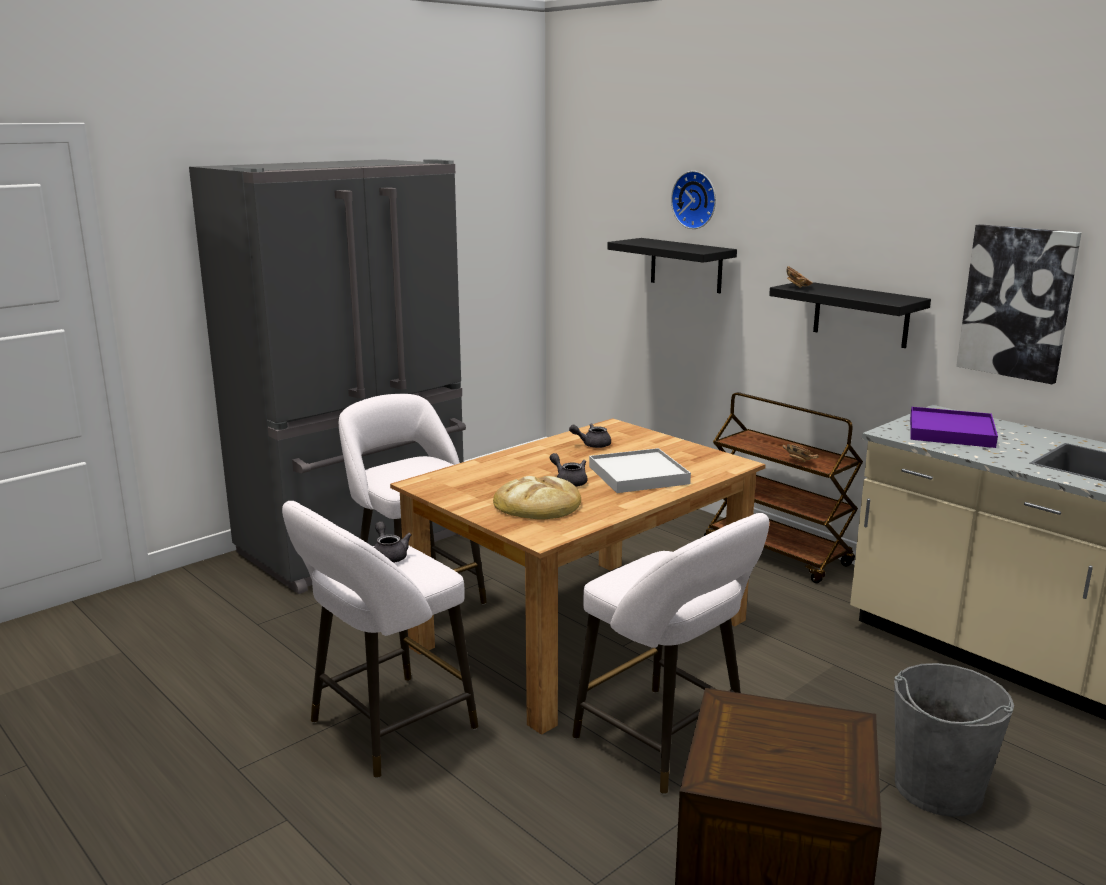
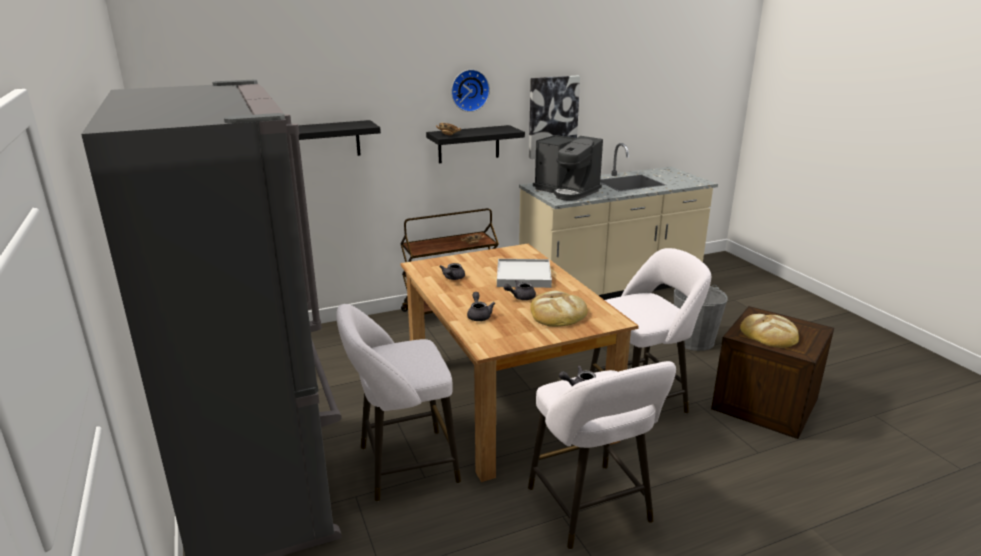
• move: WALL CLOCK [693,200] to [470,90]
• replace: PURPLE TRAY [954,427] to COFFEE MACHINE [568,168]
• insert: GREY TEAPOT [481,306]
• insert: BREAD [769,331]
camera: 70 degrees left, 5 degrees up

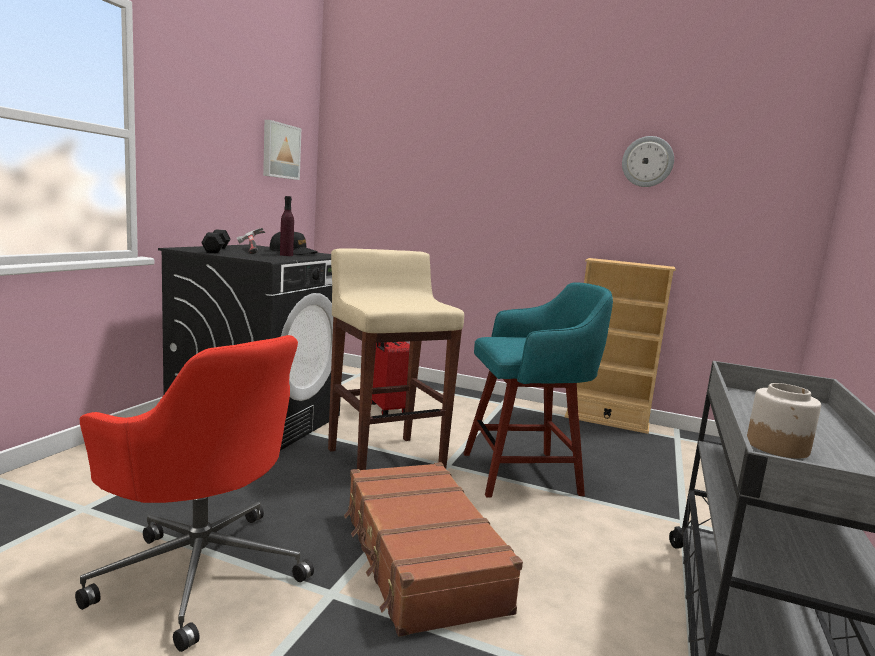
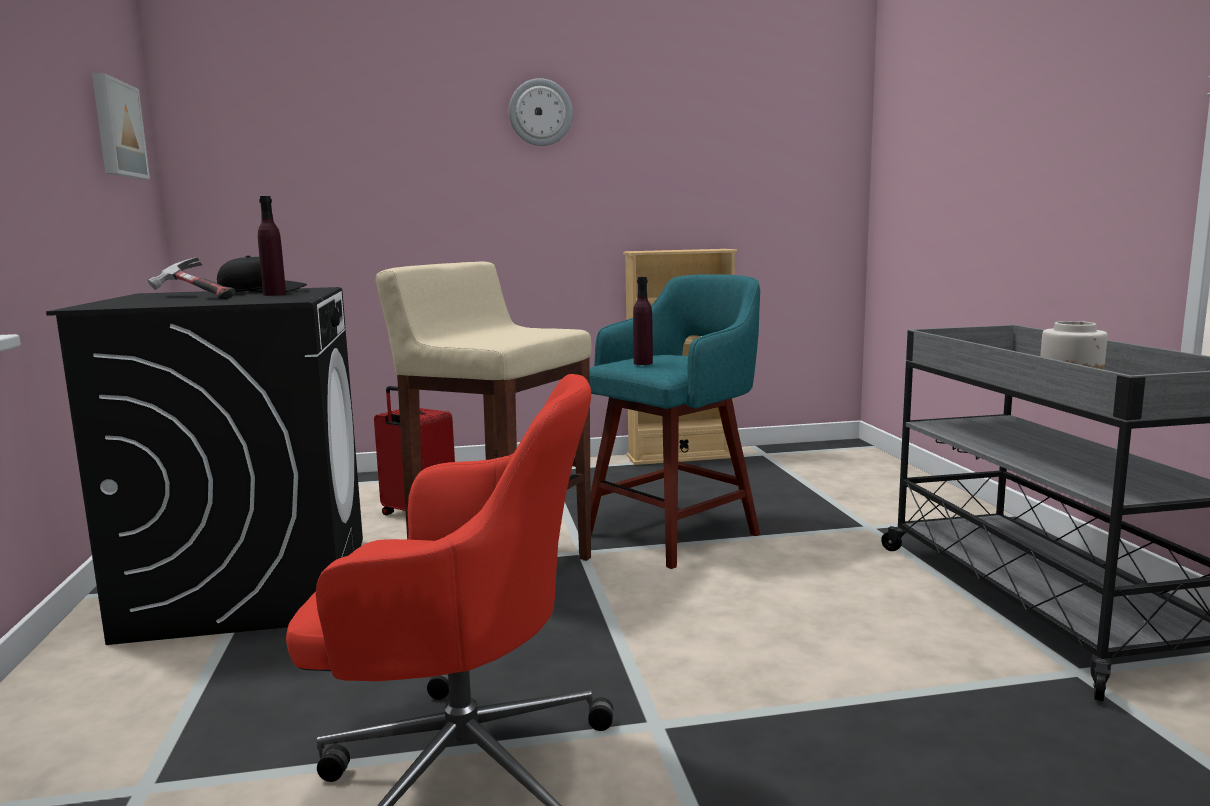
• move: WALL CLOCK [648,161] to [541,112]
• delete: BLACK DUMBBELL [216,241]
• delete: BROWN SUITCASE [433,549]
• insert: PURPLE BOTTLE [643,321]
camera: 30 degrees left, 0 degrees up

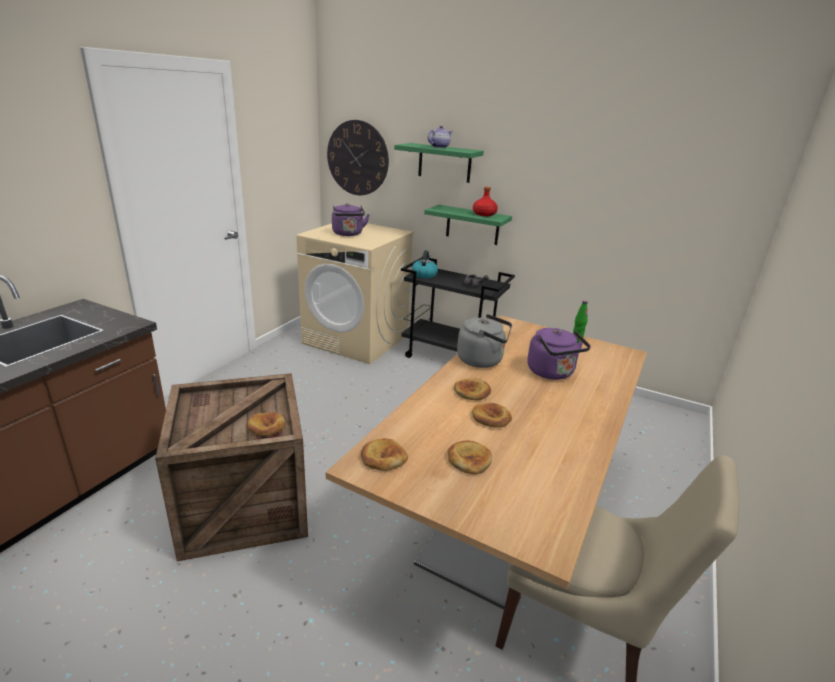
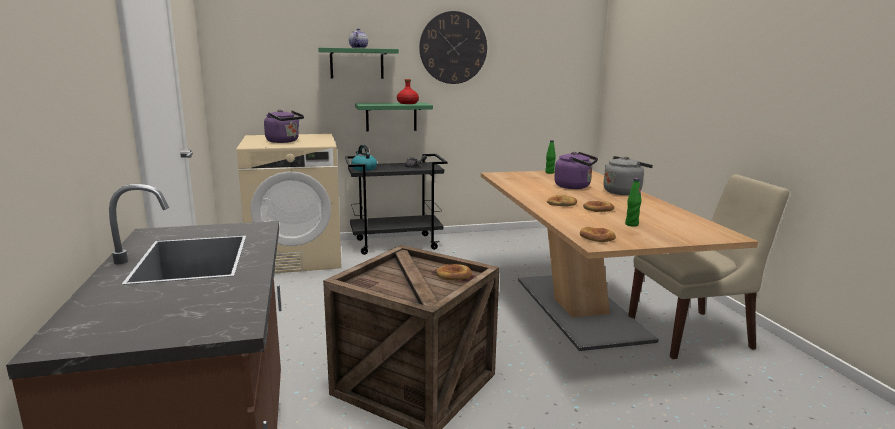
• move: WALL CLOCK [358,157] to [453,47]
• move: GREY KETTLE [484,341] to [628,175]
• replace: BREAD [470,457] to GREEN BOTTLE [633,202]
camera: 40 degrees left, 10 degrees down

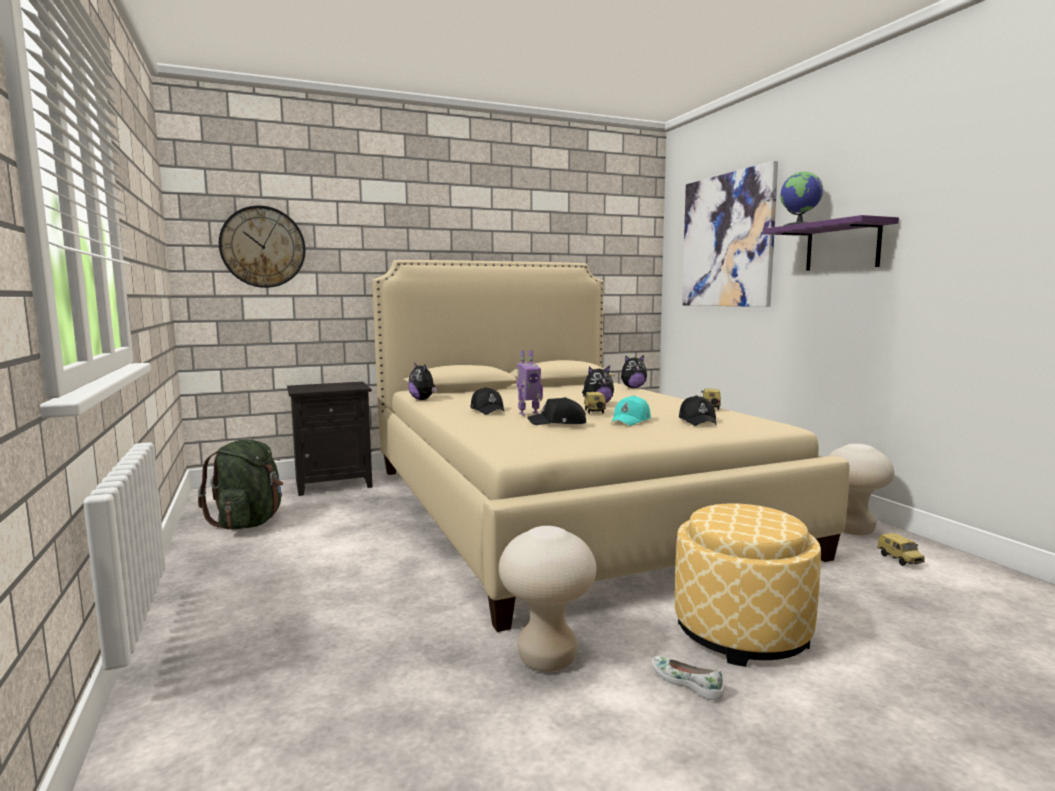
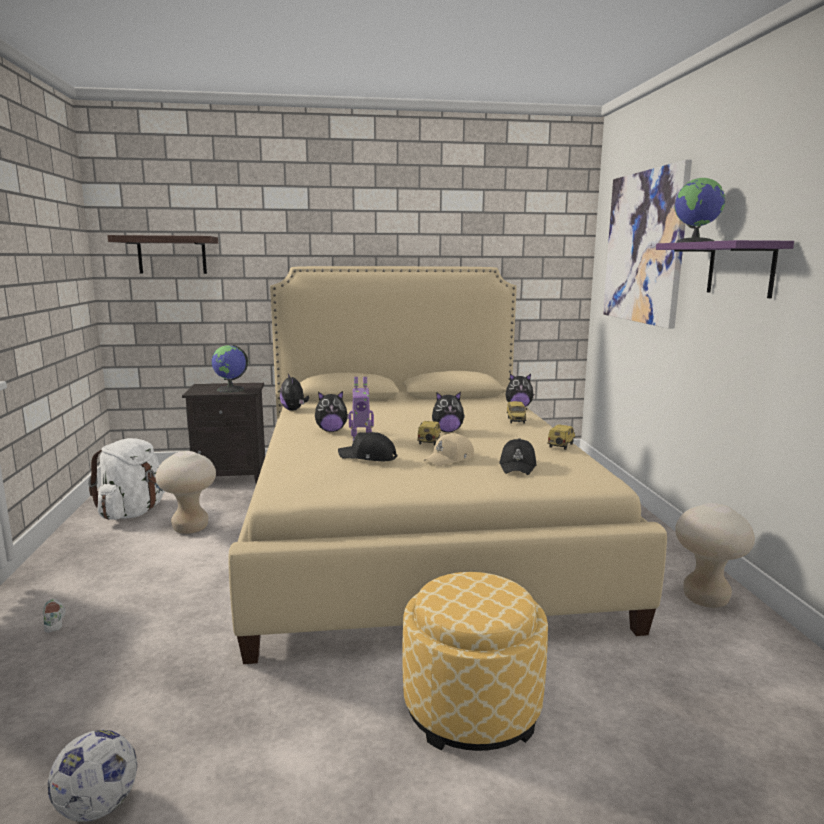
• replace: WALL CLOCK [262,247] to SHELF [162,254]
• replace: BLACK CAP [487,400] to PLUSH TOY [332,411]
• recolor: TURQUOISE CAP [631,411] to BEIGE CAP [449,449]
• recolor: GREEN BACKPACK [240,484] to WHITE BACKPACK [126,479]
• move: BEIGE STOOL [548,599] to [185,492]
• move: TOY CAR [901,549] to [517,412]
• move: WHITE SHOE [687,678] to [54,616]
• insert: GLOBE [229,369]
• insert: FOOTBALL [92,776]
camera: 15 degrees right, 5 degrees up

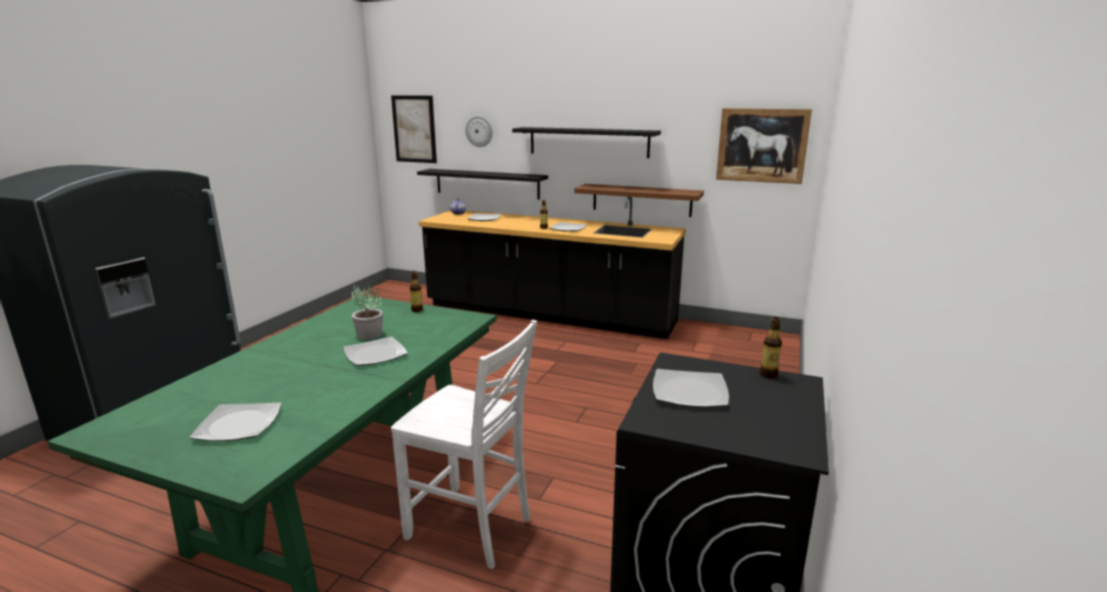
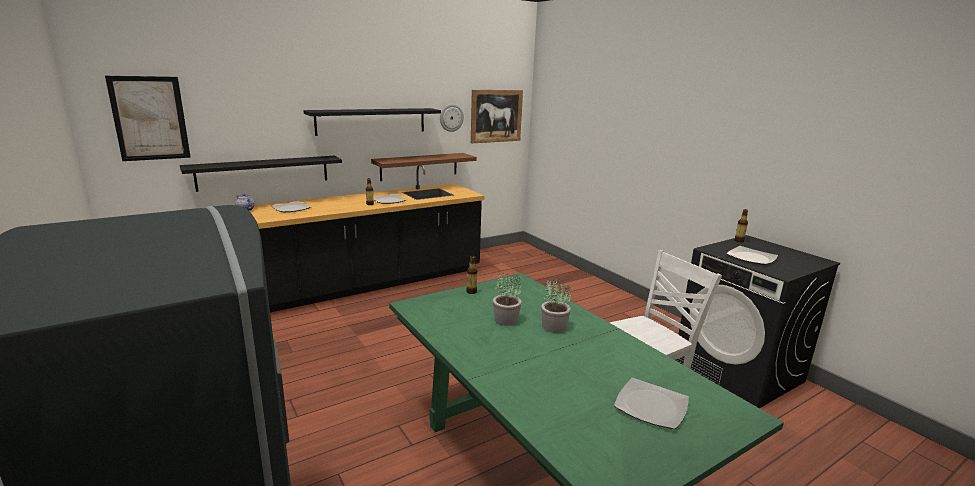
• move: WALL CLOCK [479,131] to [452,118]
• replace: PLATE [375,351] to POTTED PLANT [556,305]
camera: 55 degrees left, 0 degrees up

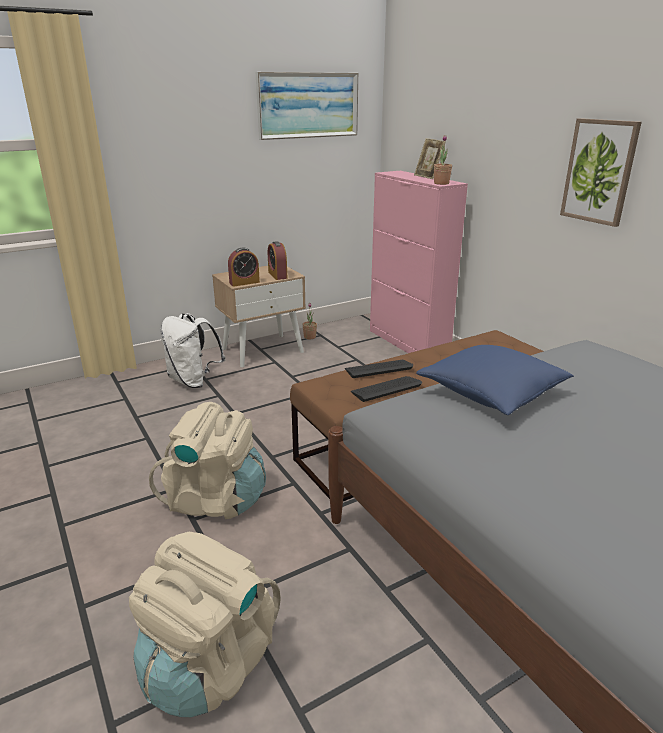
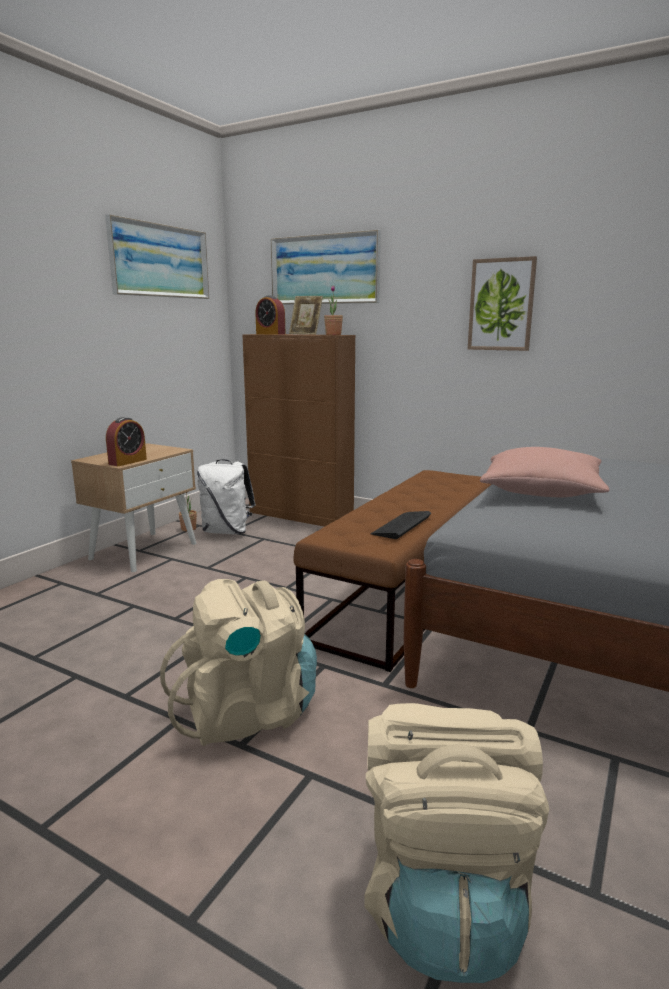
• recolor: PINK CABINET [419,262] to BROWN CABINET [298,430]
• move: ALARM CLOCK [277,260] to [270,315]
• move: WHITE BACKPACK [193,350] to [226,496]
• recolor: BLUE PILLOW [495,380] to PINK PILLOW [544,472]
• delete: KEYBOARD [379,369]
• insert: PICTURE [326,267]
camera: 30 degrees left, 10 degrees down

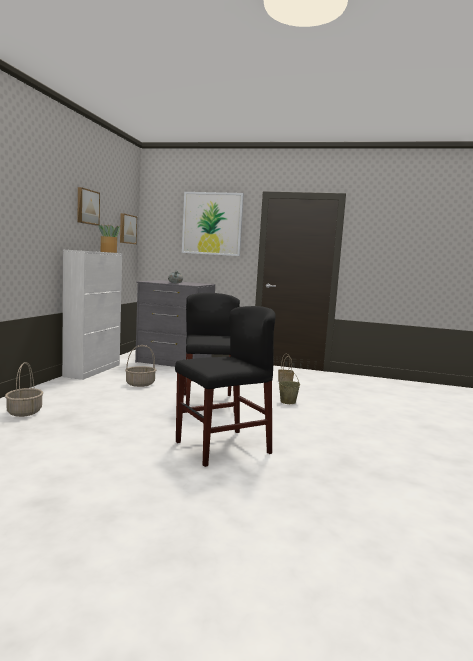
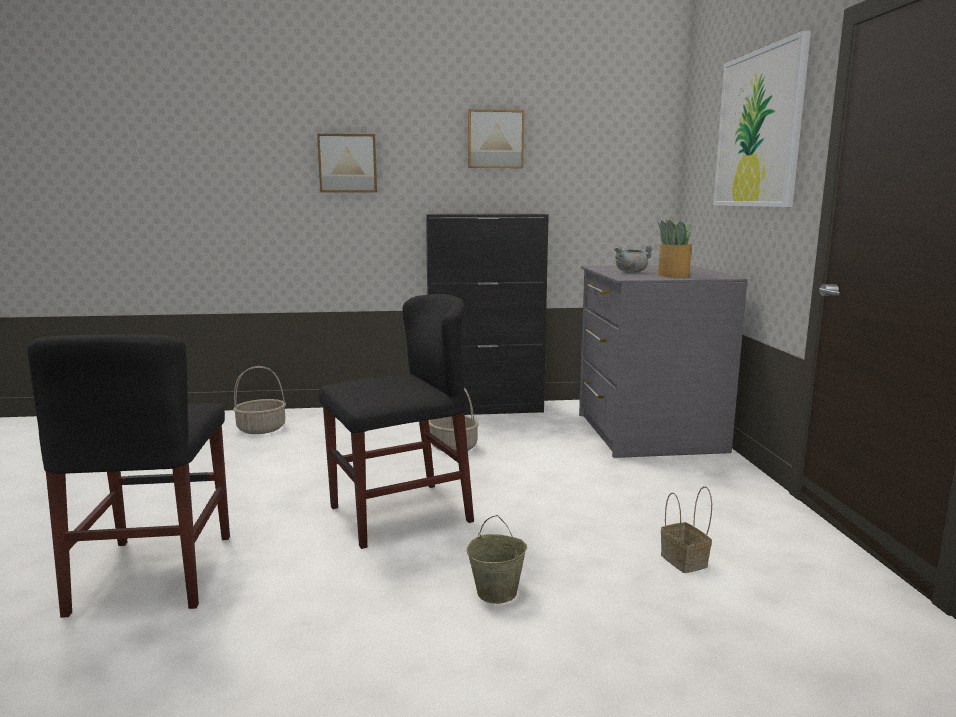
• move: PICTURE [128,228] to [347,163]
• move: POTTED PLANT [109,239] to [676,248]
• recolor: WHITE CABINET [92,315] to BLACK CABINET [487,314]
• rotate: BLACK CHAIR [225,386] = [128,476] 45 degrees clockwise
camera: 70 degrees right, 5 degrees up

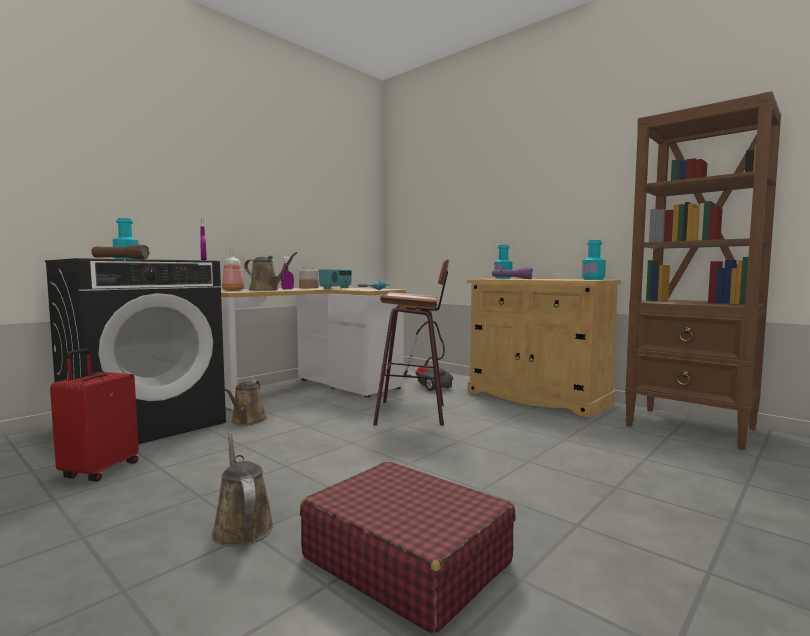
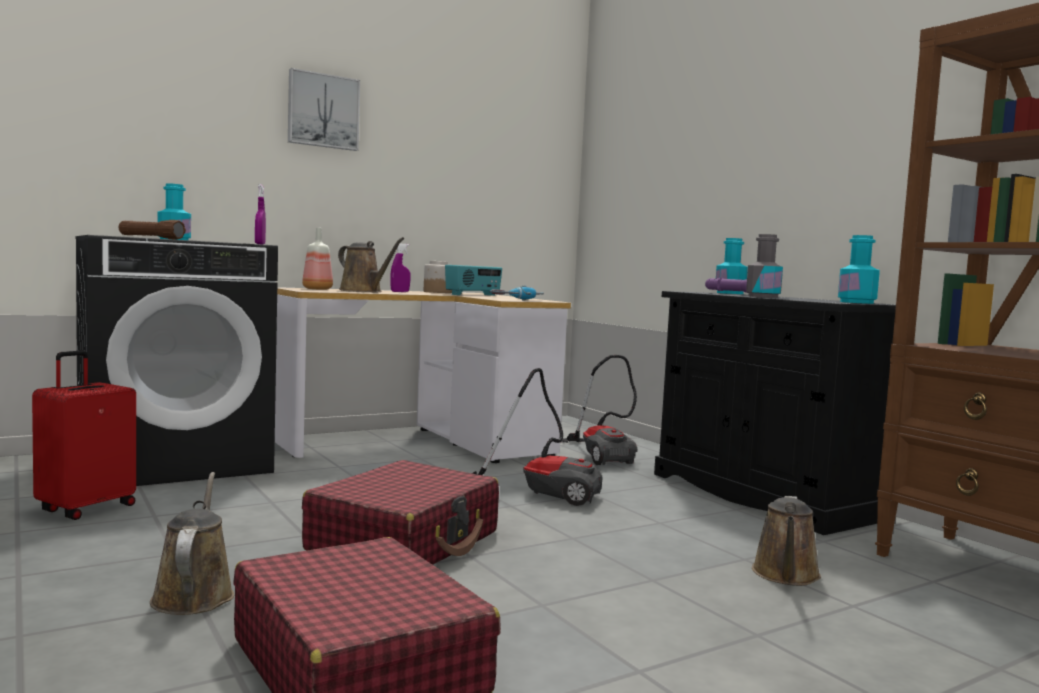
• replace: STOOL [411,342] to VACUUM CLEANER [537,437]
• recolor: BEIGE CABINET [544,348] to BLACK CABINET [775,413]
• move: BROWN WATERING CAN [245,402] to [786,541]
• insert: PICTURE [324,109]
• insert: GREY BOTTLE [764,266]
• insert: RED SUITCASE [400,512]
camera: 15 degrees right, 0 degrees up

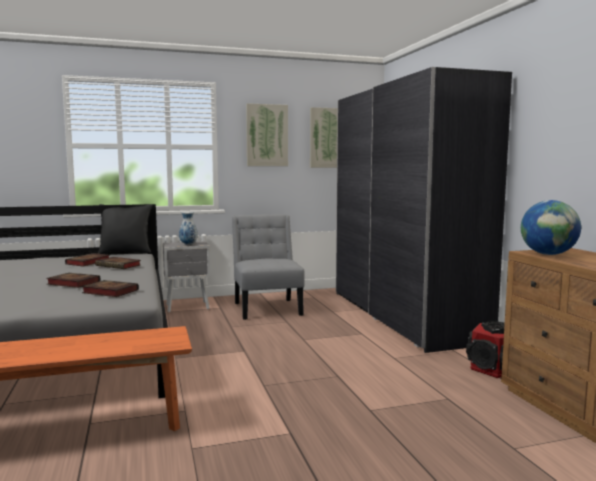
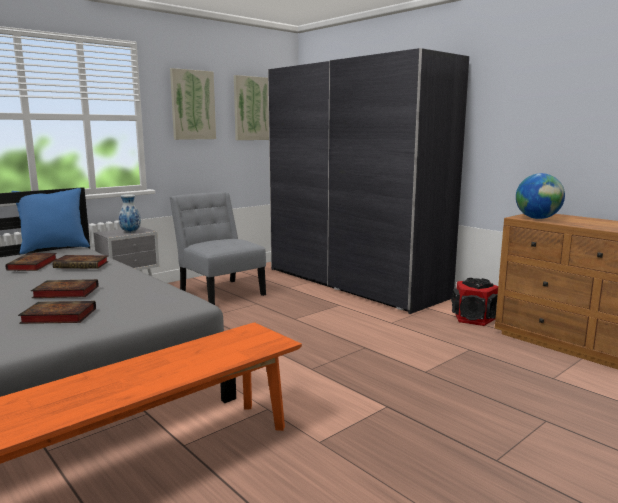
• recolor: BLACK PILLOW [125,229] to BLUE PILLOW [51,221]
• move: BOOK [110,288] to [57,312]
camera: 25 degrees left, 5 degrees up

